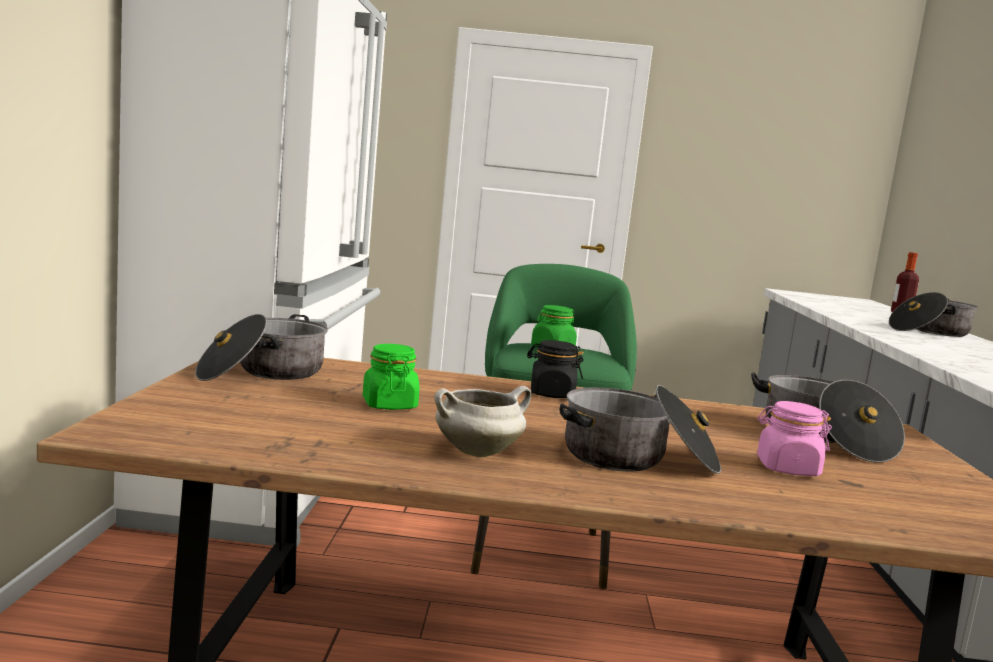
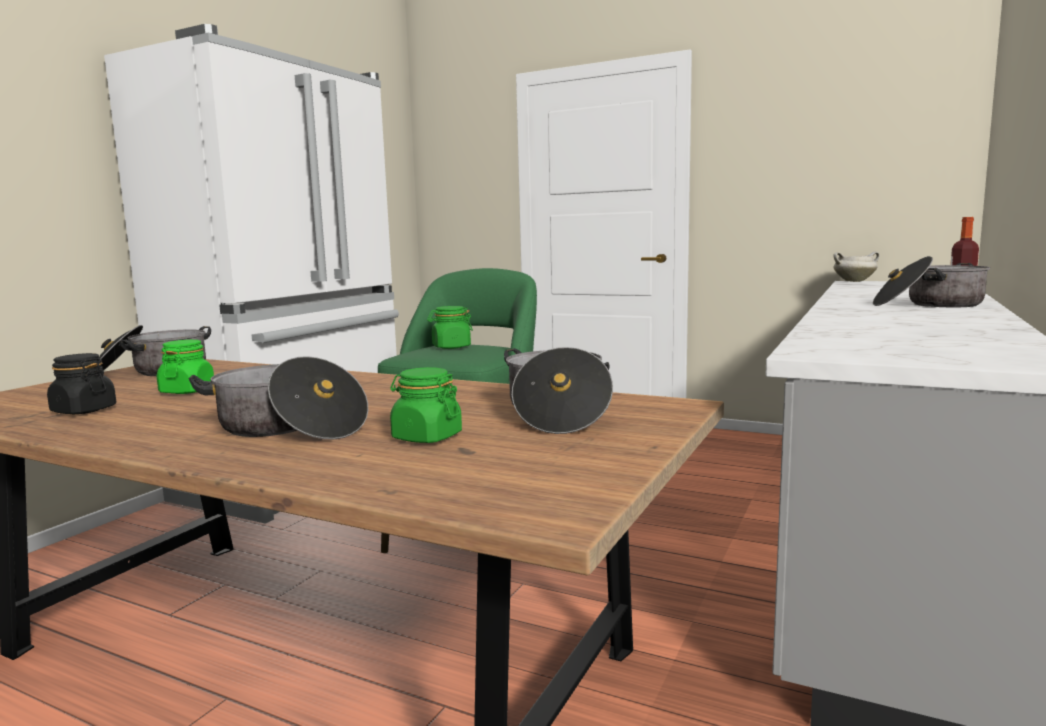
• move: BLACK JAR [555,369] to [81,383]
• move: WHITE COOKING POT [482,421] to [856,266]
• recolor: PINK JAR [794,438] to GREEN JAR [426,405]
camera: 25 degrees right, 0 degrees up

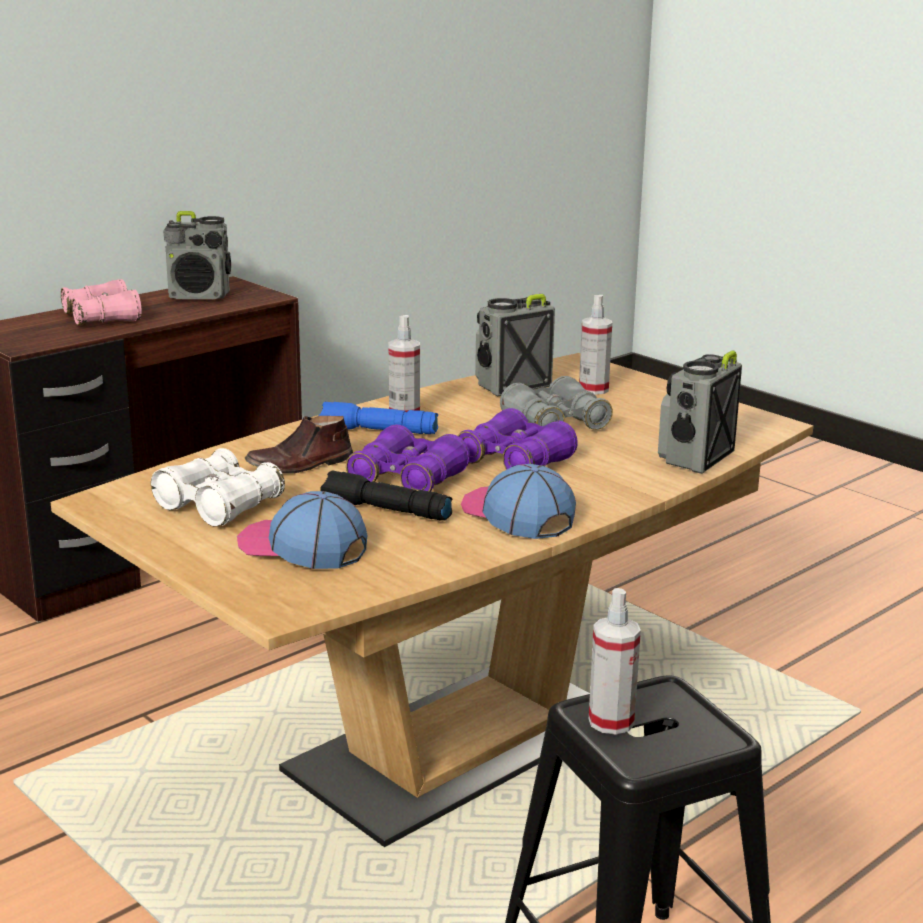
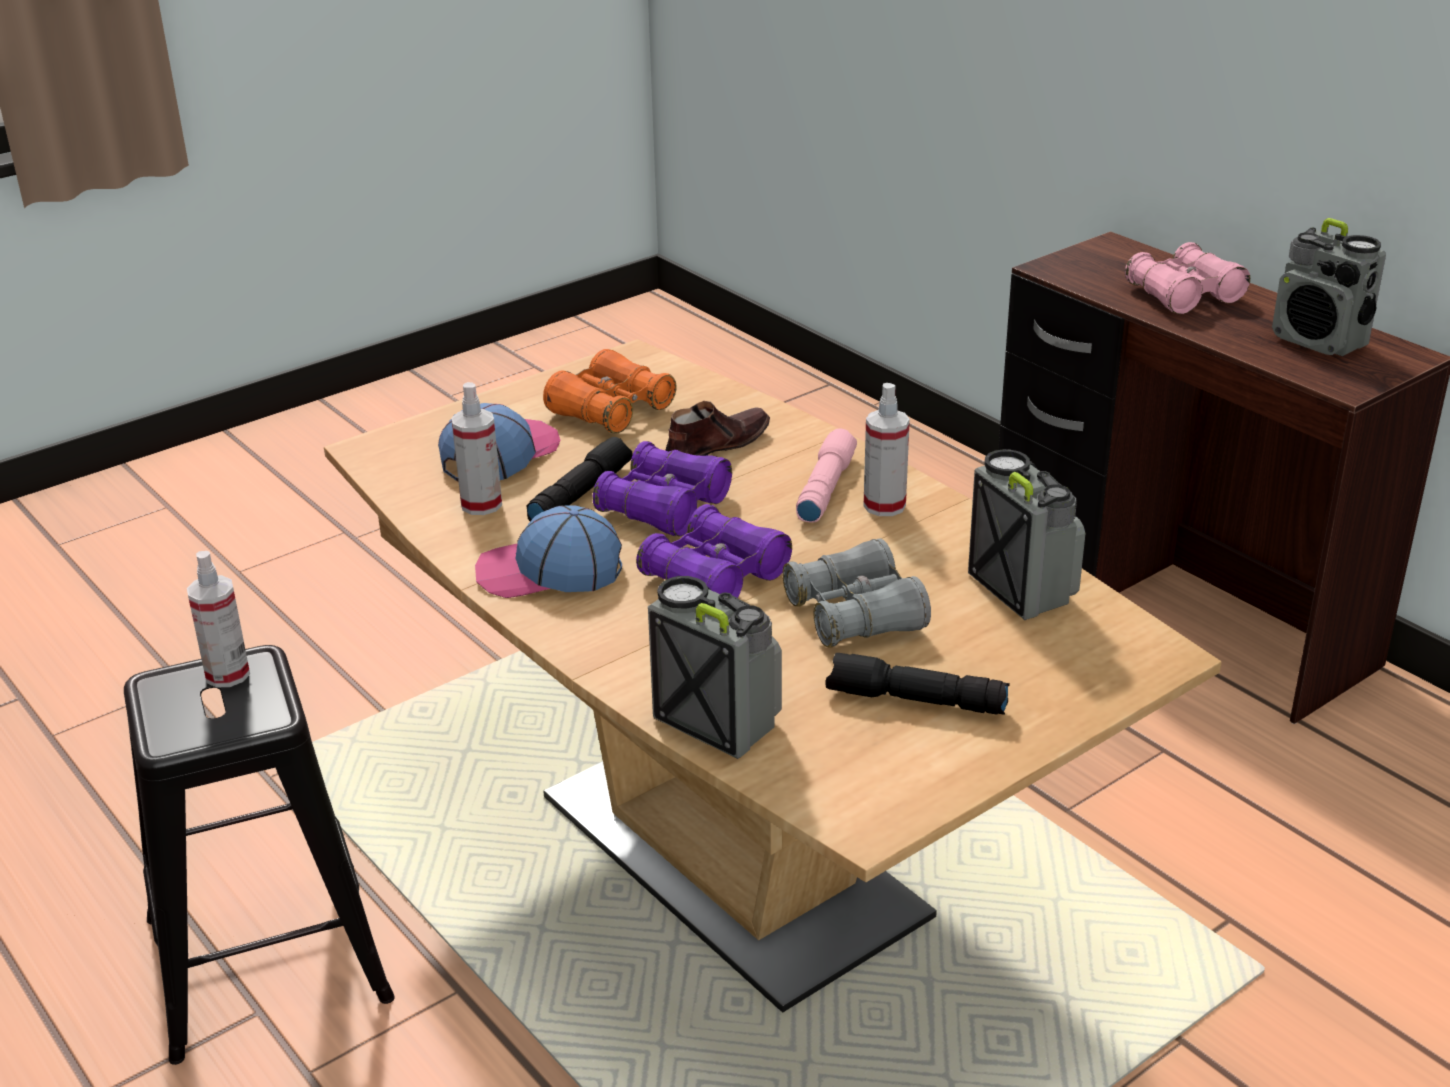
• rotate: RADIO [197,255] = [1329,287] 45 degrees counterclockwise
• move: SPRAY BOTTLE [595,345] to [476,448]
• recolor: BLUE FLASHLIGHT [378,418] to PINK FLASHLIGHT [826,476]
• rotate: BROWN SHOE [299,445] = [717,428] 75 degrees clockwise
• recolor: WHITE BINOCULARS [218,487] to ORANGE BINOCULARS [609,391]
• rotate: CAP [518,501] = [548,551] 150 degrees counterclockwise
• insert: BLACK FLASHLIGHT [917,684]
camera: 95 degrees right, 10 degrees up

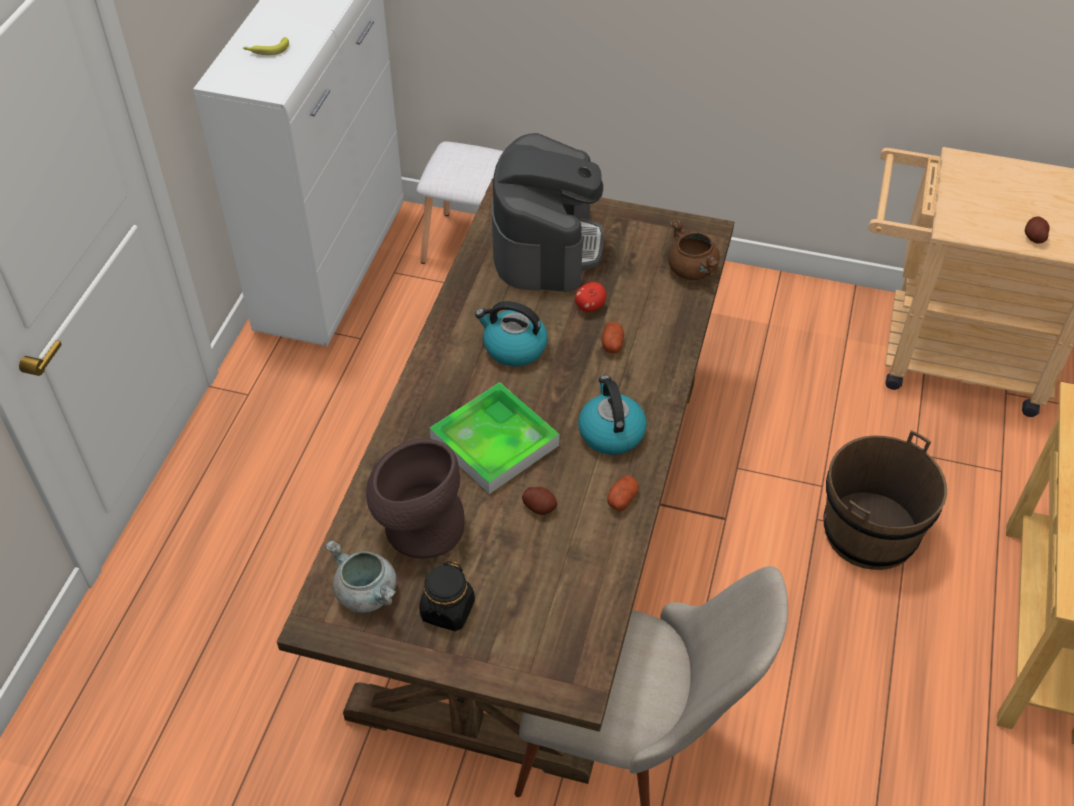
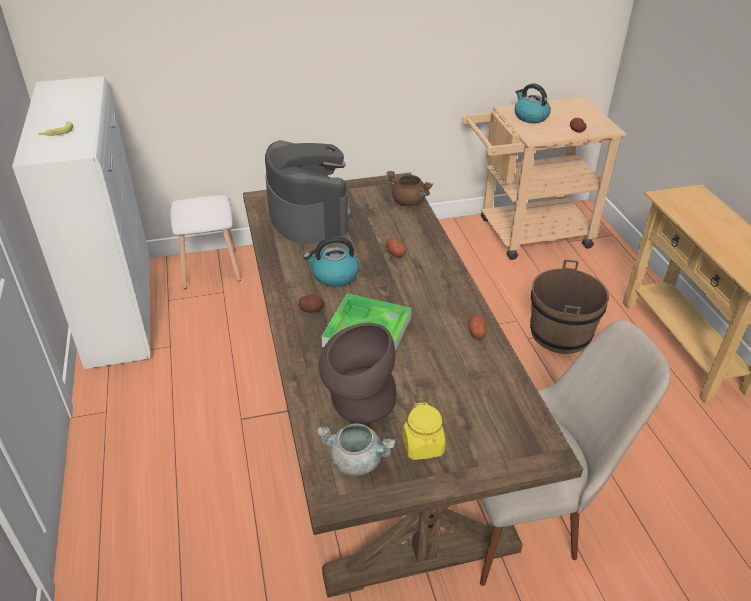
• delete: APPLE [591,297]
• move: KETTLE [612,415] to [533,103]
• move: POTATO [539,501] to [311,304]
• recolor: BLACK JAR [447,596] to YELLOW JAR [423,431]
camera: 30 degrees left, 10 degrees down

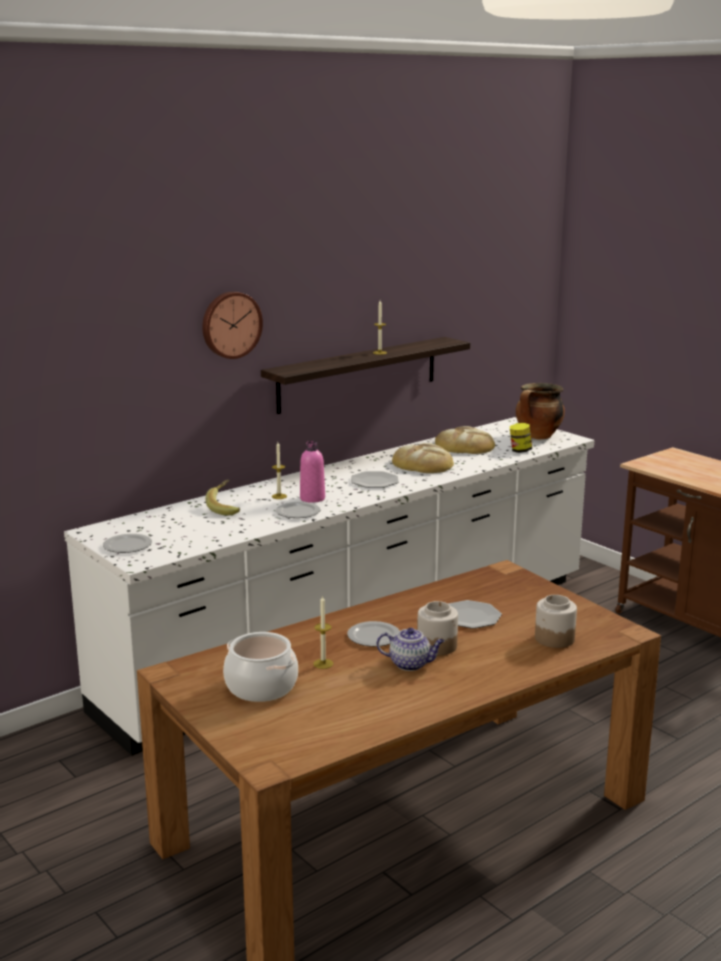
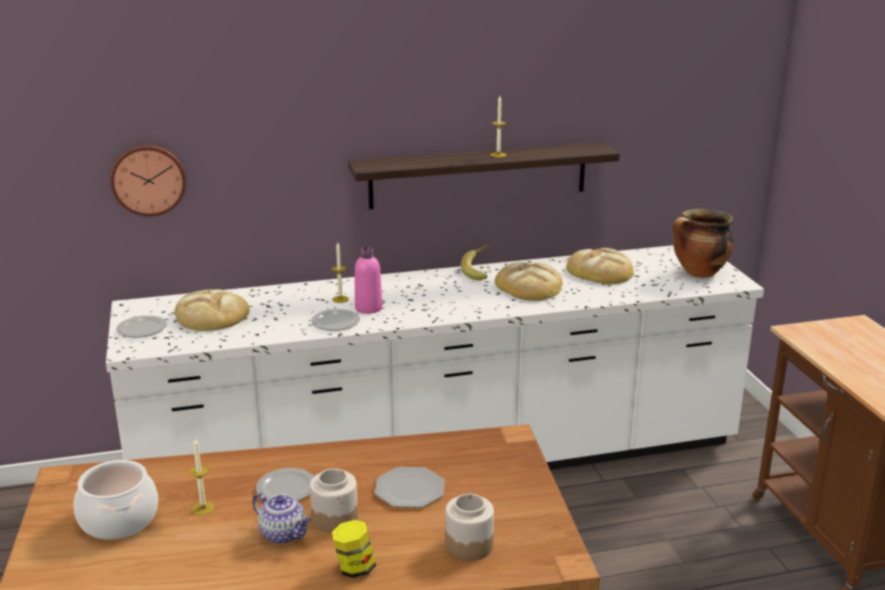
• move: WALL CLOCK [232,325] to [148,181]
• move: JAR [521,438] to [354,549]
• delete: PLATE [375,479]
• move: BANANA [223,497] to [475,262]
• insert: BREAD [212,310]
camera: 25 degrees right, 5 degrees up

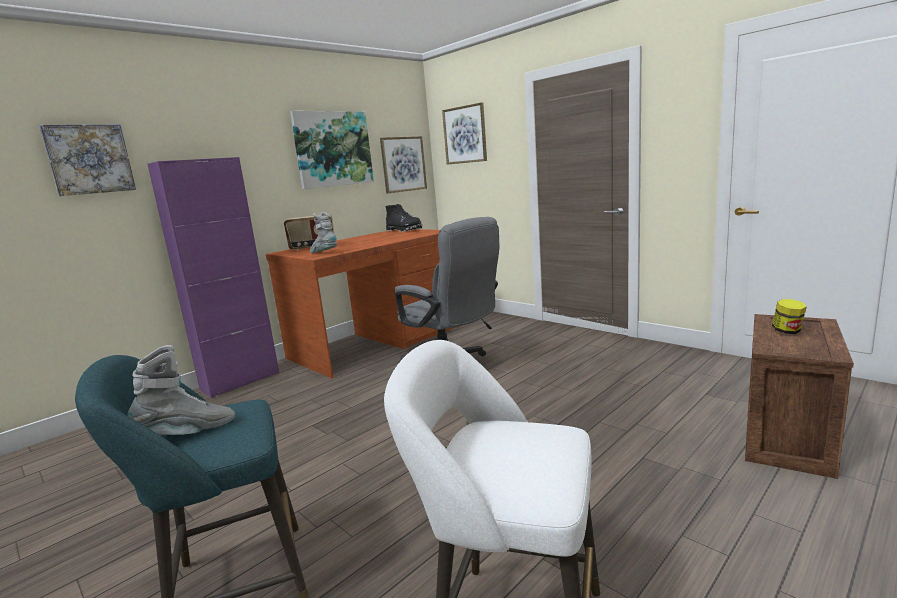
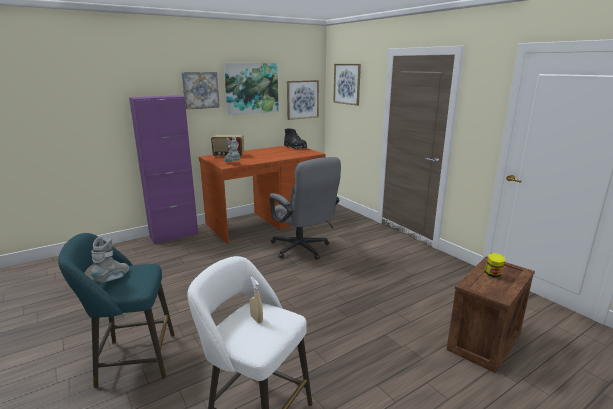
• move: PICTURE [87,160] to [200,91]
• rotate: GREY BOOT [181,390] = [109,259] 60 degrees counterclockwise
• insert: BEIGE SPRAY BOTTLE [256,300]
camera: 10 degrees right, 5 degrees up

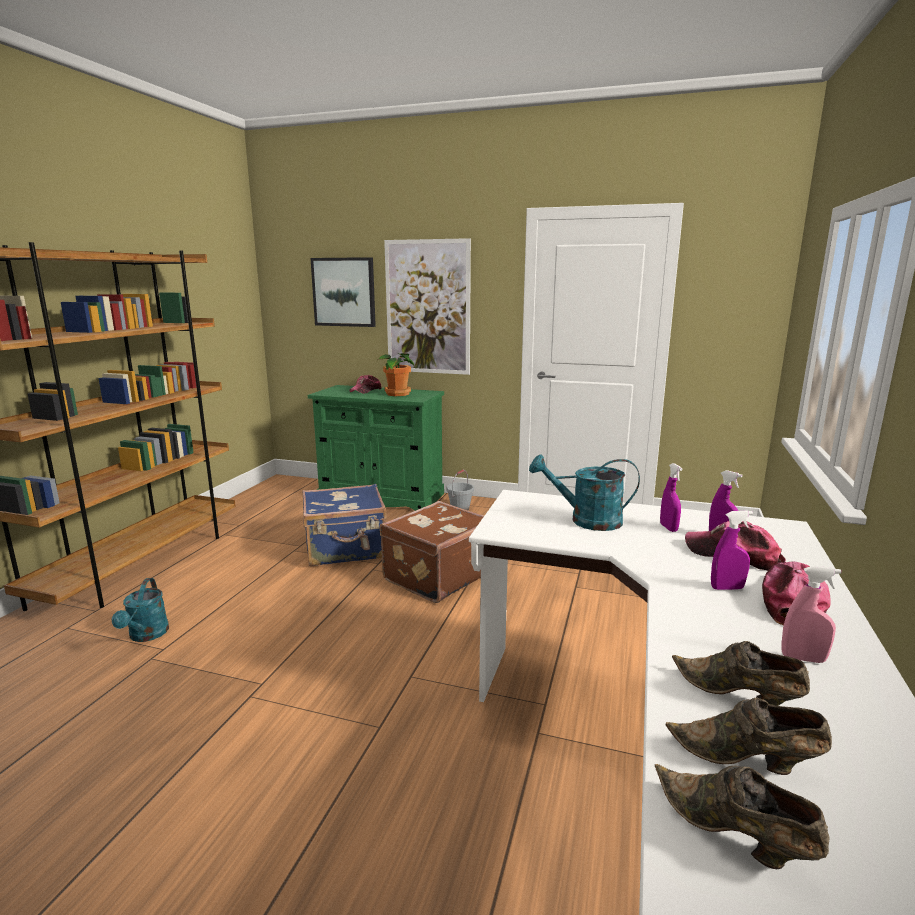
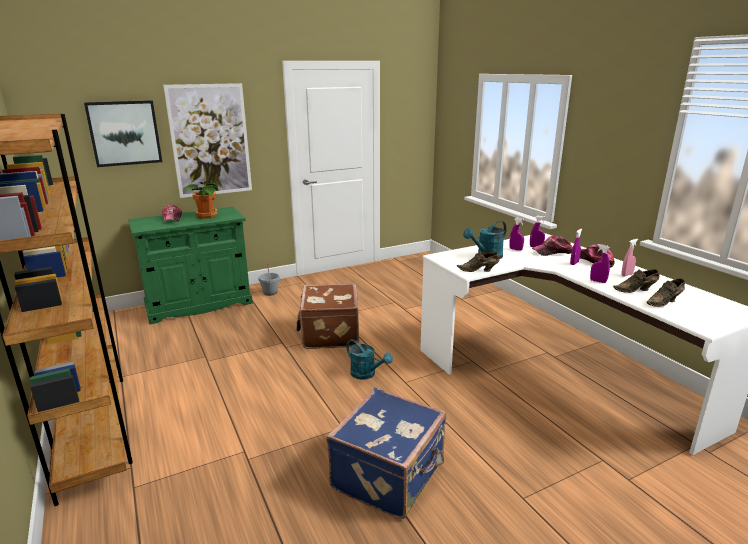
• move: BLUE SUITCASE [344,525] to [386,453]
• move: TURQUOISE WATERING CAN [140,610] to [369,359]
• move: BROWN SHOE [742,816] to [478,261]
• insert: PURPLE SPRAY BOTTLE [600,263]
camera: 45 degrees left, 5 degrees up

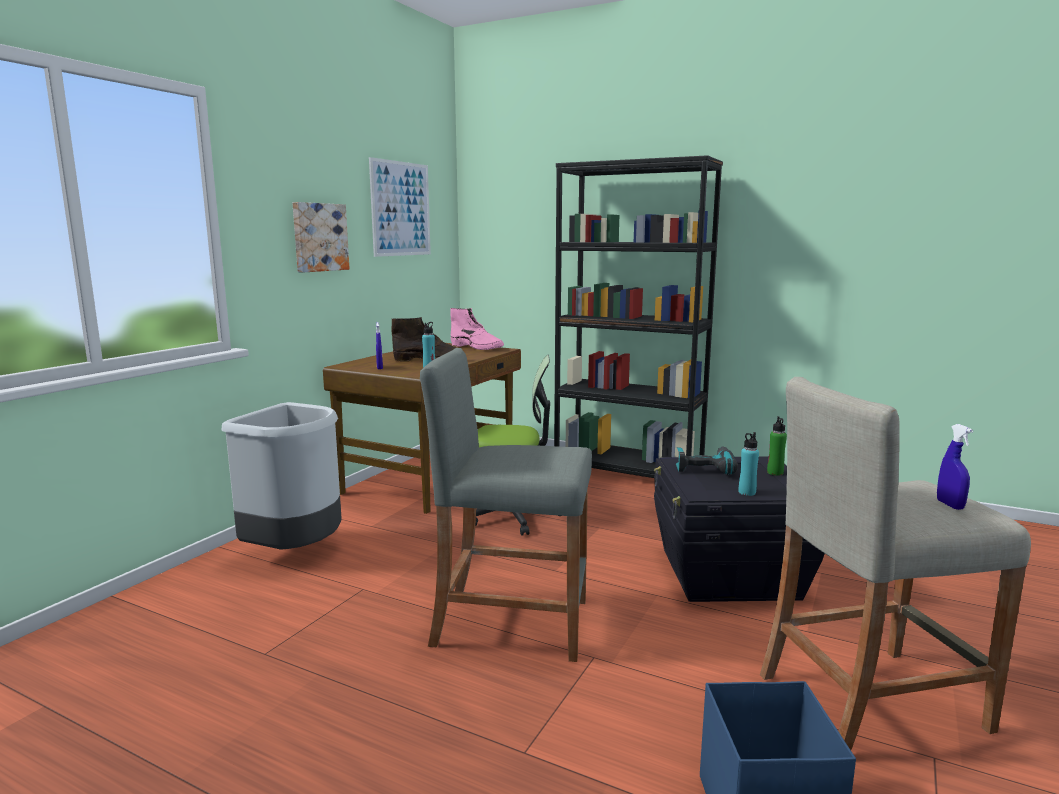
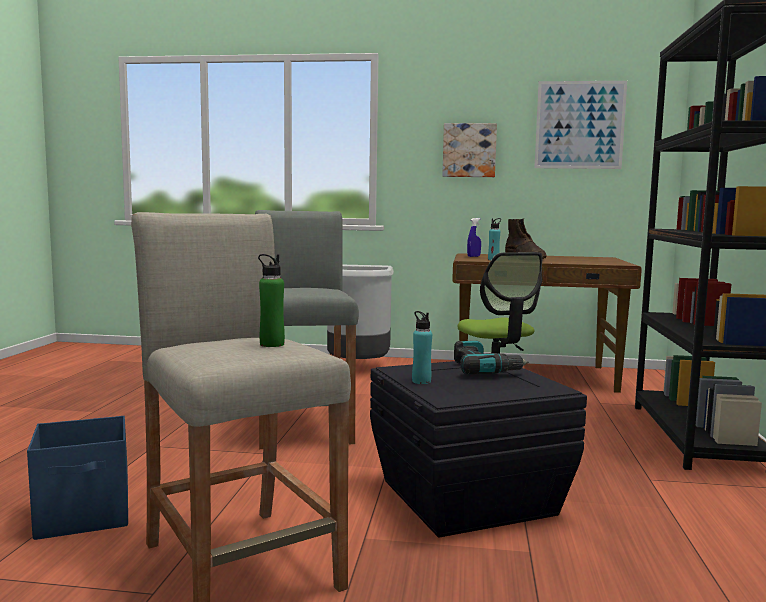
• delete: PINK BOOT [477,329]
• move: GREEN BOTTLE [777,446] to [271,300]
• delete: BLUE SPRAY BOTTLE [955,467]
camera: 70 degrees right, 5 degrees down

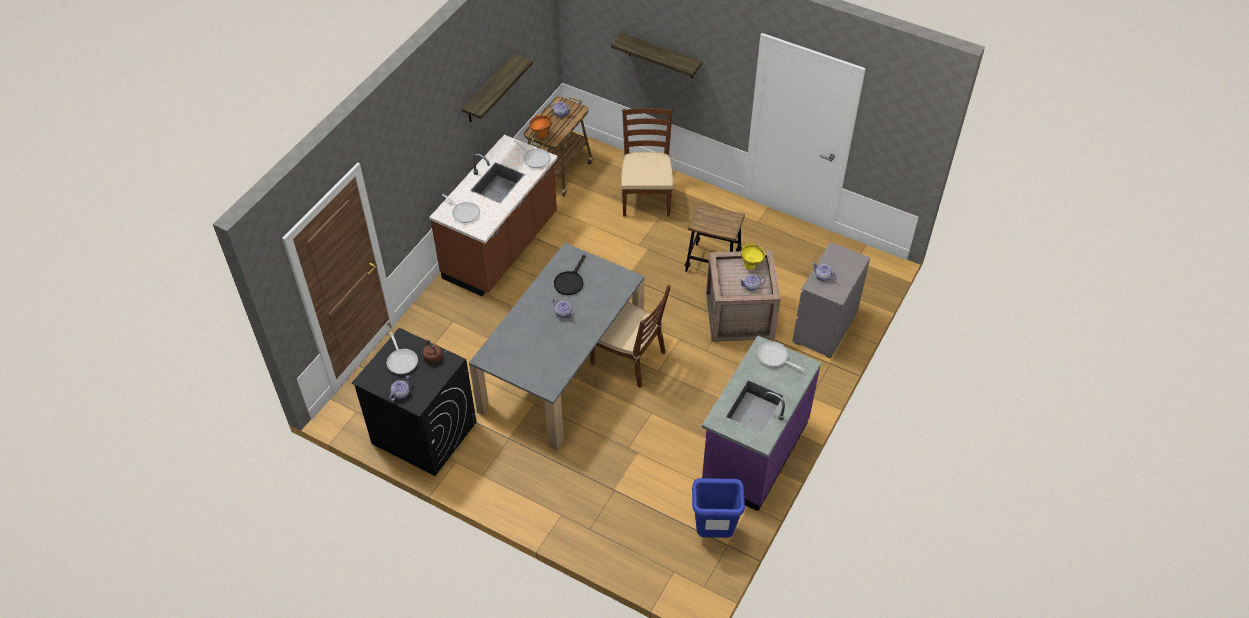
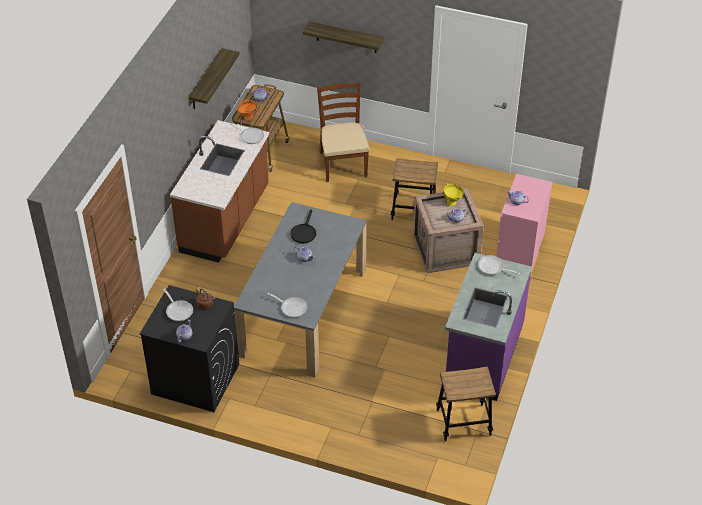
• move: FRYING PAN [461,208] to [287,305]
• recolor: GREY DRESSER [831,300] to PINK DRESSER [524,222]
• delete: BROWN CHAIR [630,336]
• replace: BLUE TRASH CAN [718,508] to STOOL [466,404]
camera: 10 degrees left, 5 degrees down

